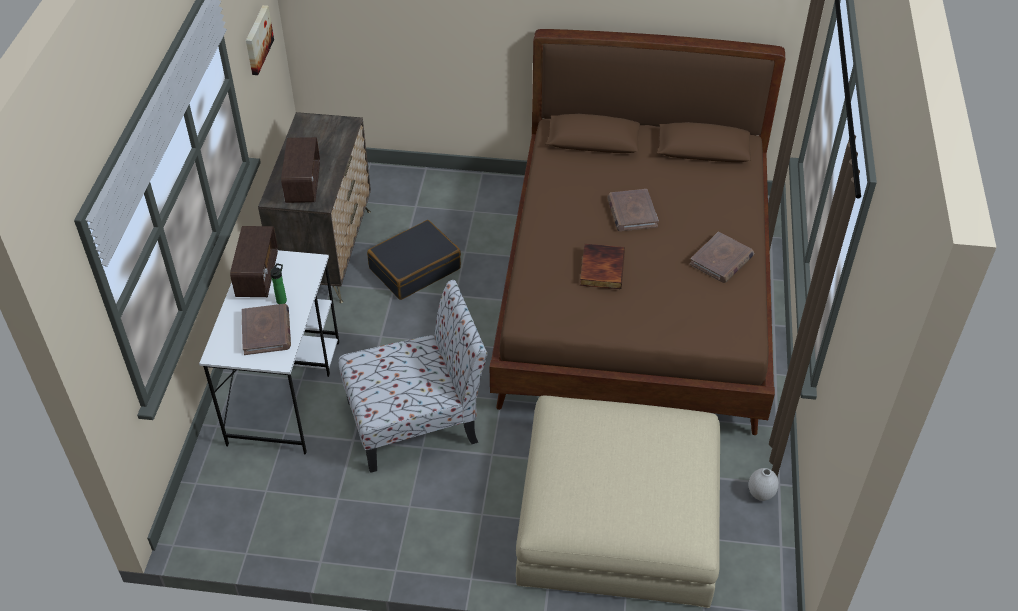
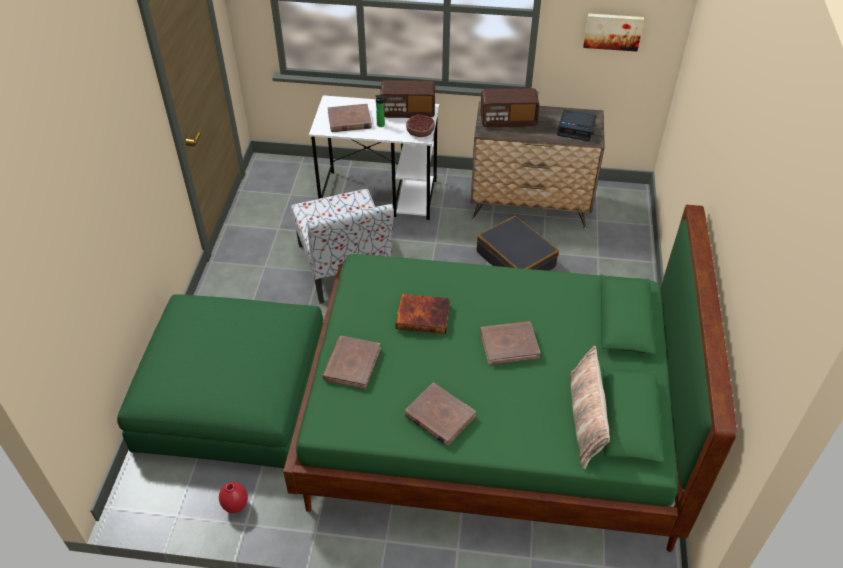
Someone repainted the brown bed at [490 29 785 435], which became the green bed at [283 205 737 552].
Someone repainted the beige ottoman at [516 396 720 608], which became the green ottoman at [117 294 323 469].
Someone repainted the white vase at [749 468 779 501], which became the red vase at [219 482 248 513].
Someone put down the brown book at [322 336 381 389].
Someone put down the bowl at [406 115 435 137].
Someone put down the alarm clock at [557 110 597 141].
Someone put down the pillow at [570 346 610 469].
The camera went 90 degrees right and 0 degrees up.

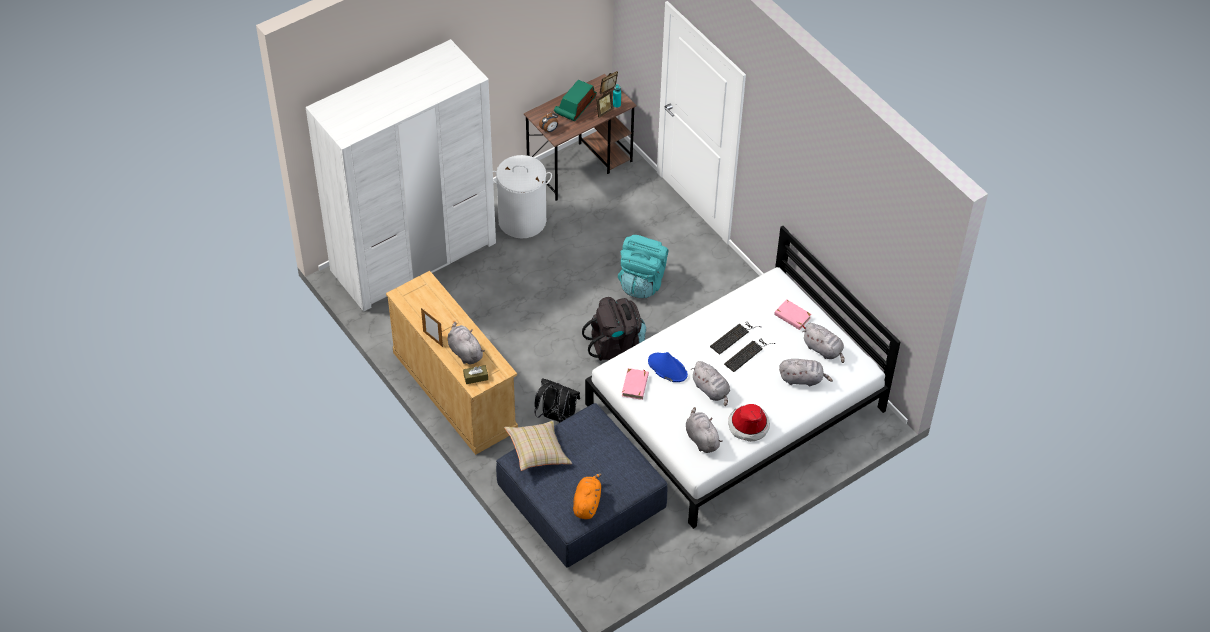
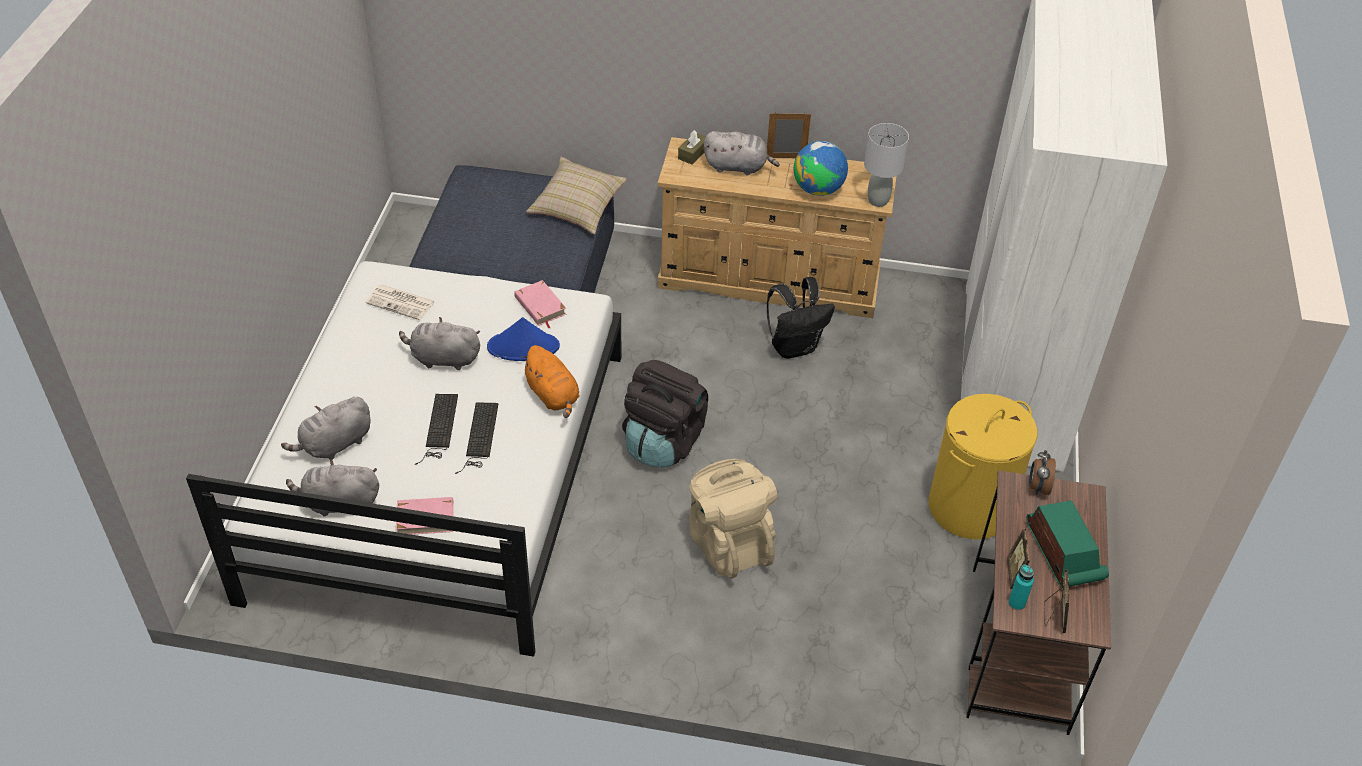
Someone repainted the white laundry basket at [493 155 552 239], which became the yellow laundry basket at [929 394 1037 539].
Someone carried the black backpack from [534 378 580 423] to [767 277 835 359].
Someone carried the orange plush toy from [573 473 602 519] to [521 345 580 418].
Someone repainted the turquoise backpack at [618 235 669 298], which became the beige backpack at [689 459 777 579].
Someone swapped the grey plush toy at [686 407 723 453] for the newspaper at [365 285 435 320].
Someone took away the hat at [728 404 770 442].
Someone put down the globe at [794 141 848 196].
Someone put down the grey table lamp at [864 123 909 207].
The camera went 135 degrees right and 5 degrees down.

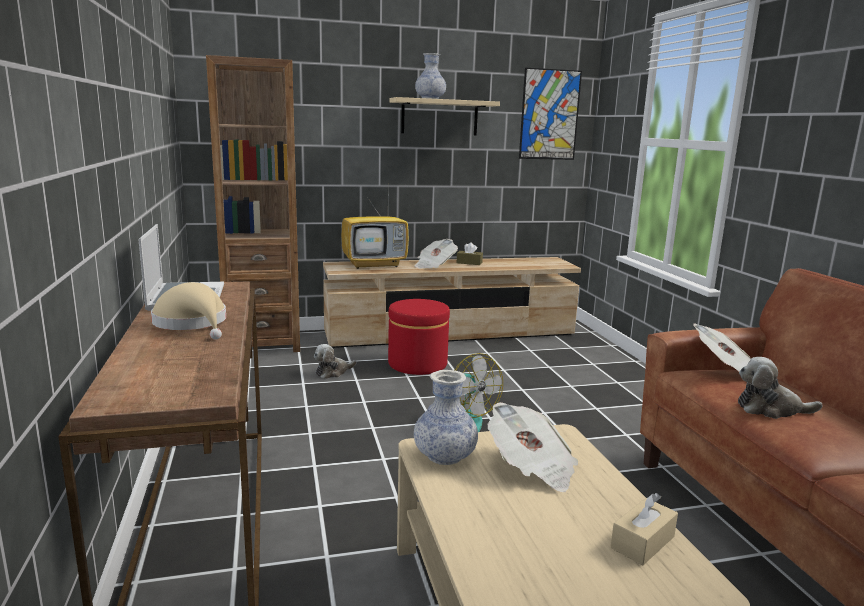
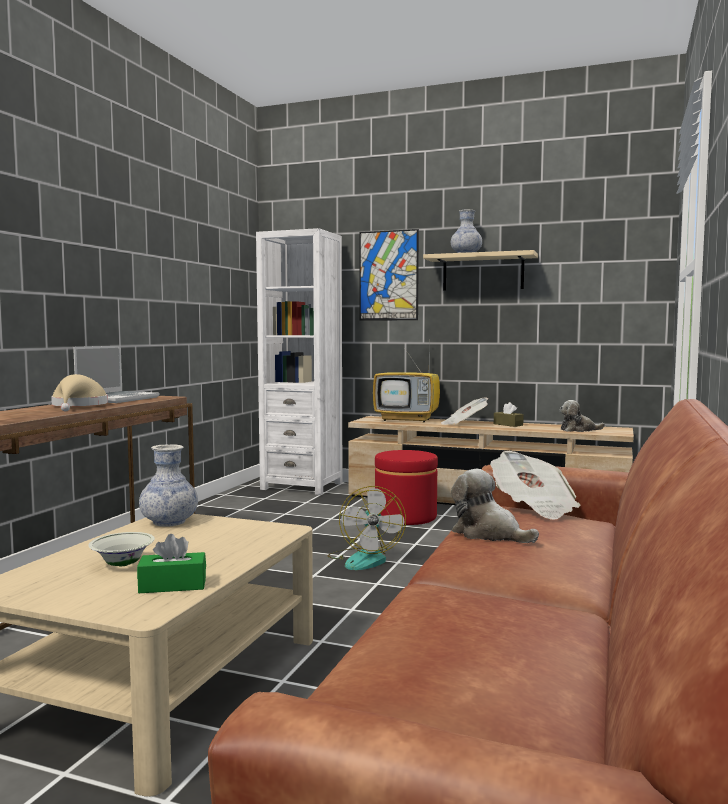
Someone repainted the brown bookcase at [206 55 300 352], which became the white bookcase at [256 228 342 495].
Someone carried the plush toy from [314 344 357 379] to [559 400 605 432].
Someone took away the newspaper at [487 402 579 492].
Someone carried the picture from [519 68 582 160] to [359 229 419 321].
Someone repainted the beige tissue box at [611 493 678 565], which became the green tissue box at [137 534 206 593].
Someone put down the white bowl at [88 532 155 566].
The camera went 35 degrees right and 10 degrees down.

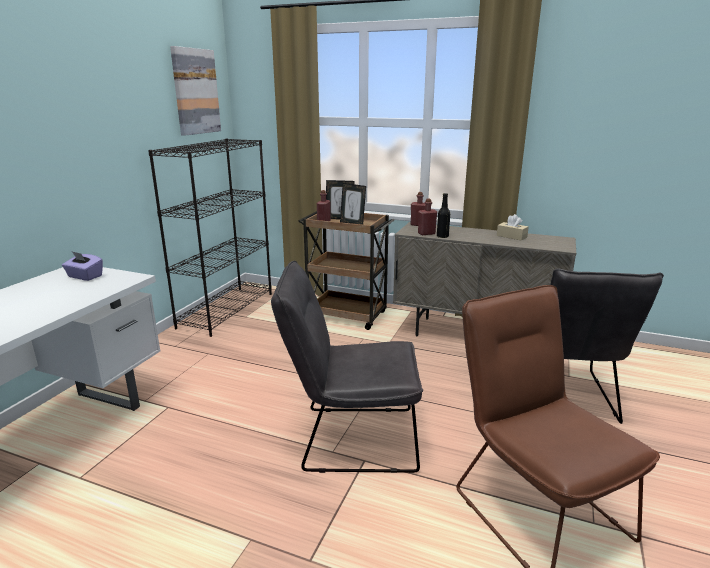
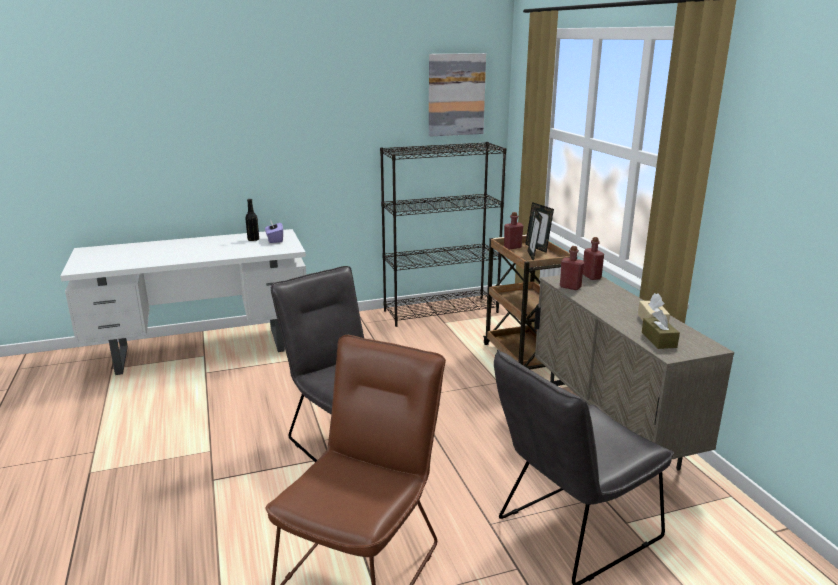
Someone carried the black bottle from [437 193 450 238] to [245 199 259 241].
Someone put down the brown tissue box at [642 310 680 349].
The camera went 50 degrees right and 0 degrees up.

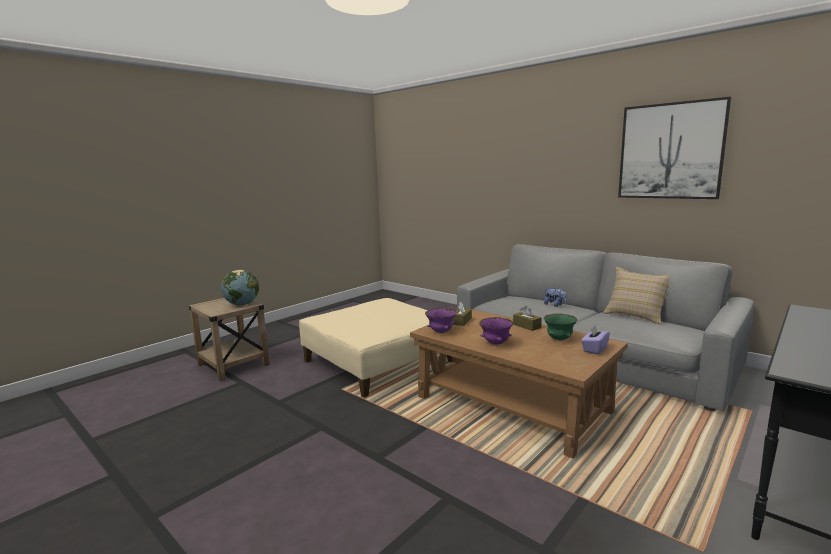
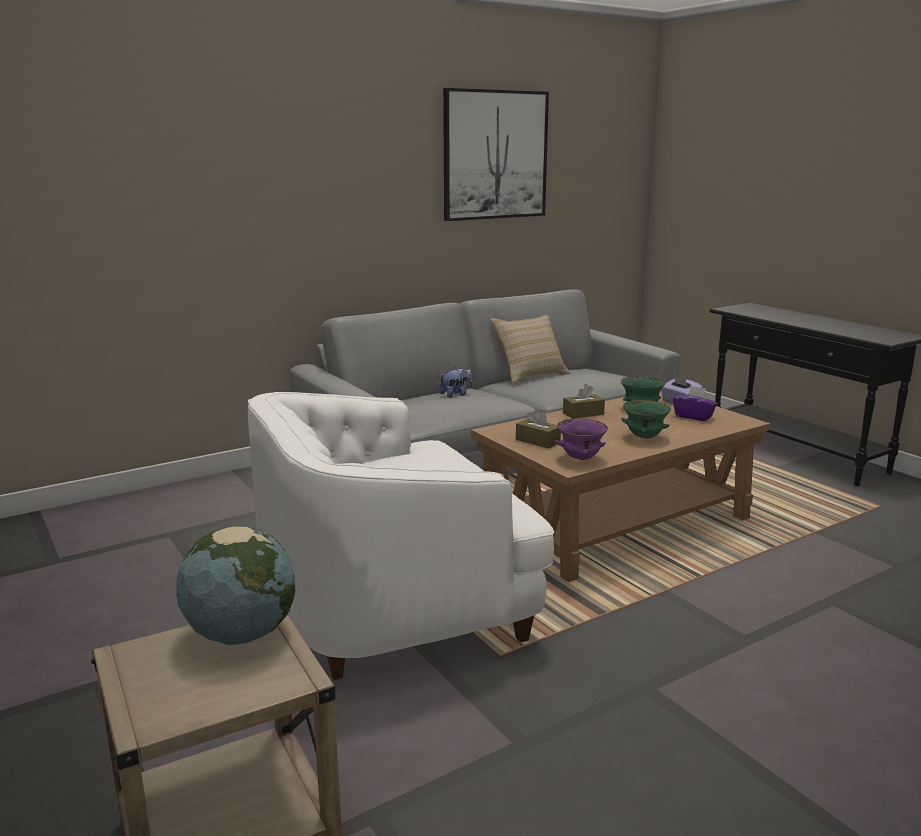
Someone swapped the beige ottoman at [299 298 453 398] for the white armchair at [248 392 555 680].
Someone repainted the purple bowl at [479 317 513 345], which became the green bowl at [621 400 671 439].
Someone put down the purple tissue box at [673 386 717 421].
The camera went 75 degrees left and 5 degrees up.

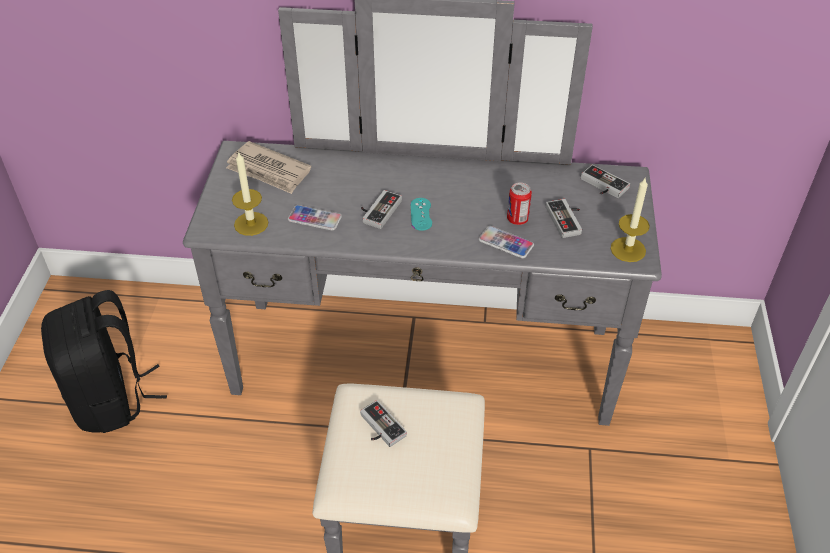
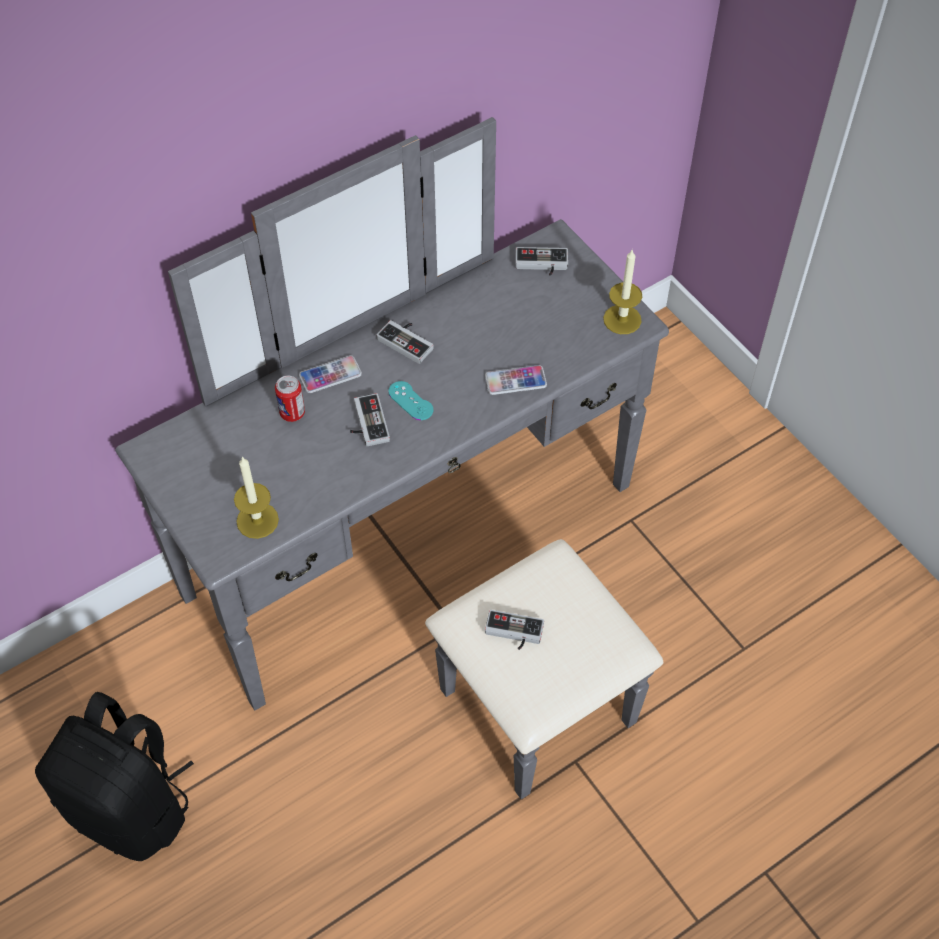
Someone took away the newspaper at [226 141 311 194].
Someone carried the phone from [288 205 342 231] to [299 355 362 393].
Someone carried the can from [507 183 532 225] to [275 376 305 422].
Someone carried the game controller from [546 199 582 238] to [377 320 433 364].
The camera went 40 degrees left and 10 degrees up.

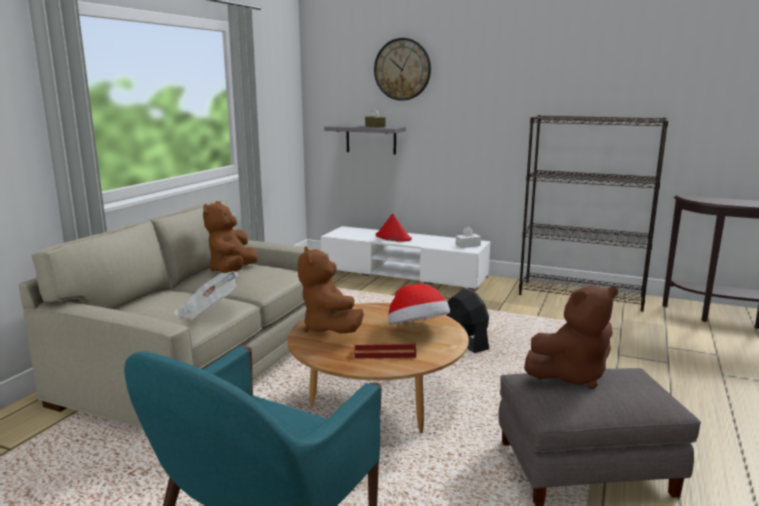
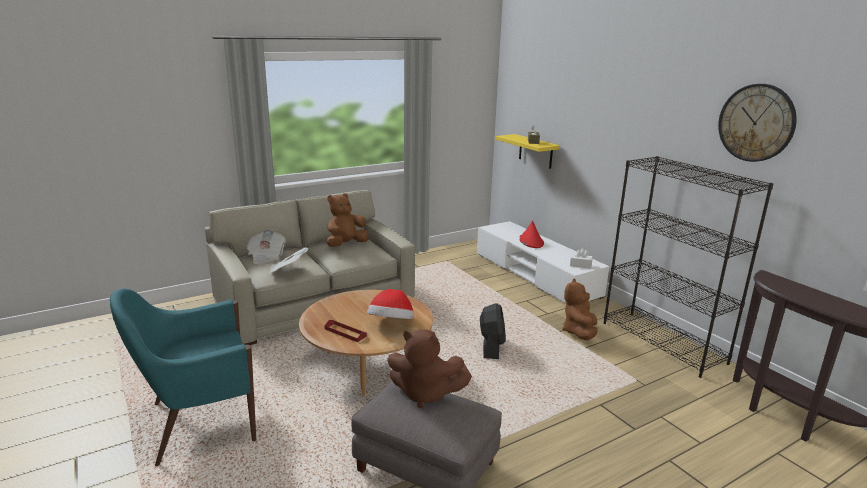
Someone carried the brown plush toy from [298 246 364 333] to [562 279 597 340].
Someone repainted the grey shelf at [324 125 406 155], which became the yellow shelf at [495 134 560 169].
Someone carried the wall clock from [374 38 431 101] to [718 84 797 162].
Someone put down the newspaper at [246 229 286 265].
The camera went 35 degrees right and 5 degrees up.

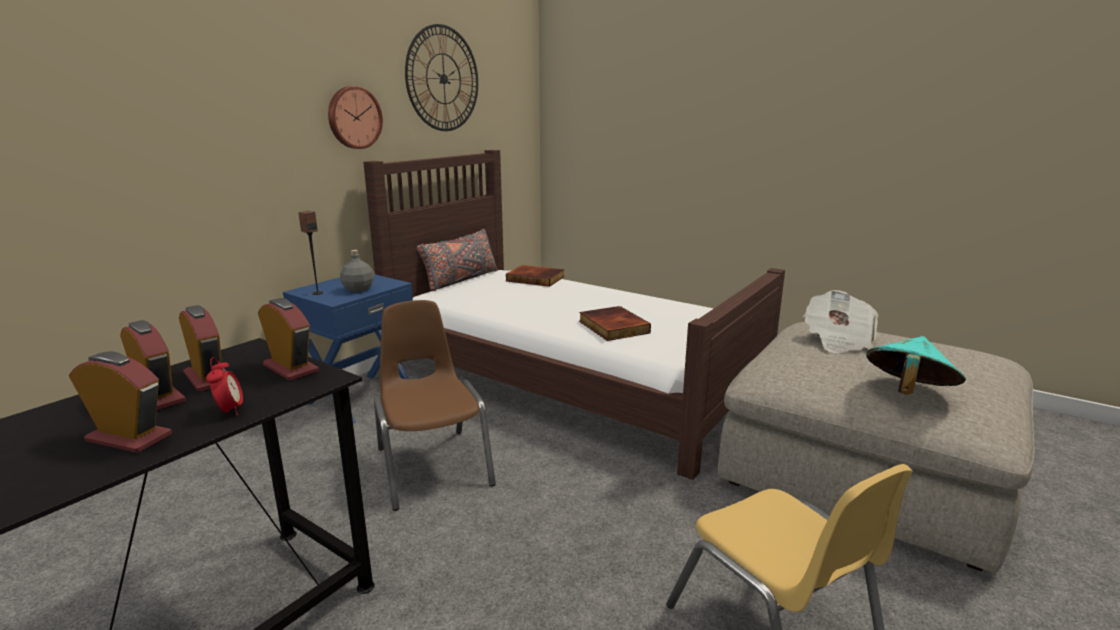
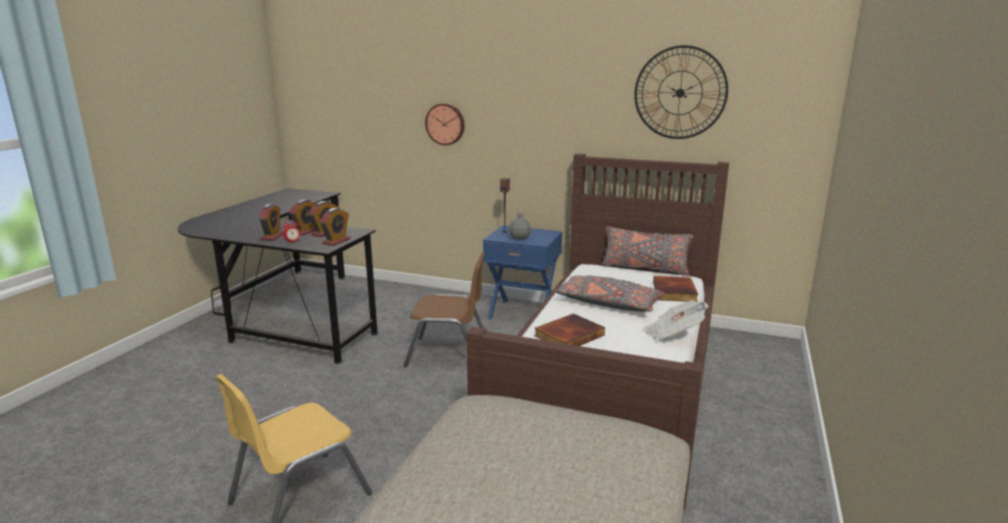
Someone carried the wall clock from [328 86 383 149] to [425 103 465 146].
Someone rotated the brown chair at [374 300 496 511] by 45 degrees clockwise.
Someone carried the newspaper from [803 290 878 353] to [643 300 709 341].
Someone took away the turquoise hat at [866 336 966 395].
Someone put down the grey pillow at [555 275 665 312].
The camera went 75 degrees right and 0 degrees up.

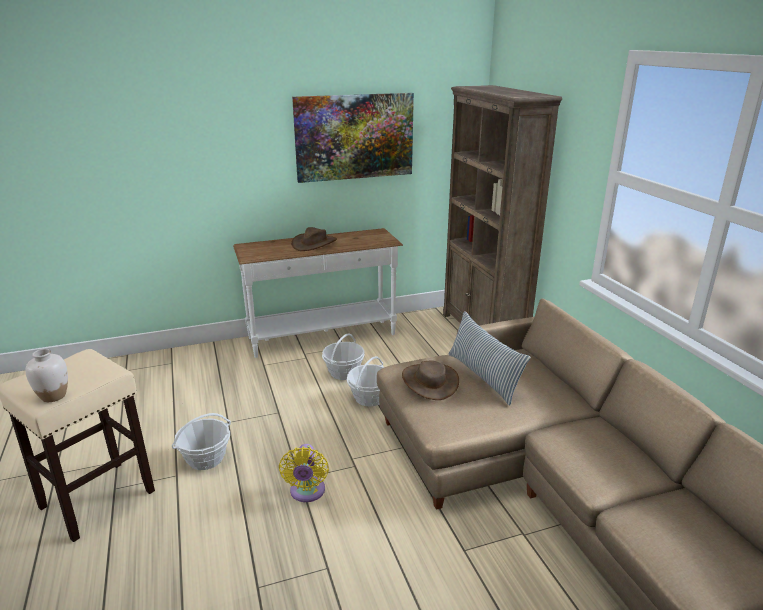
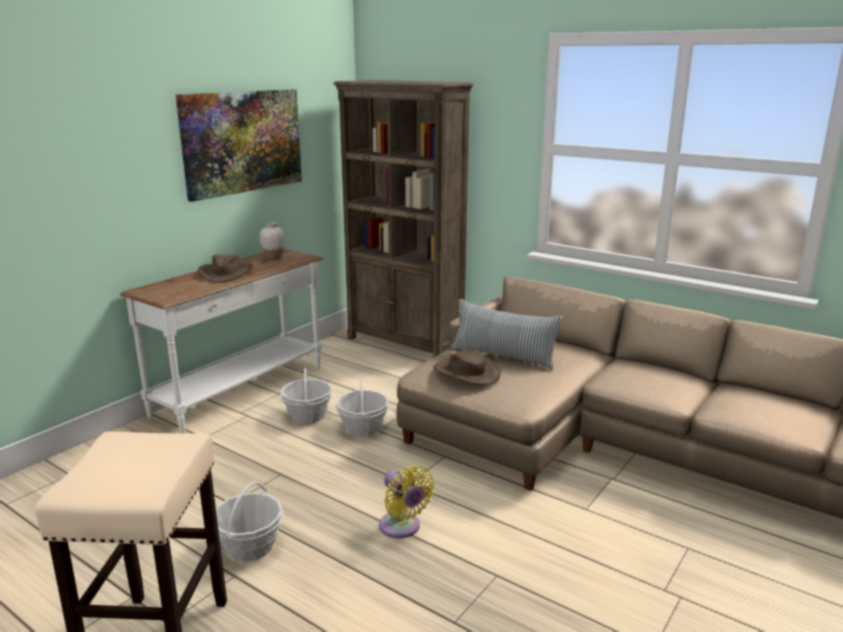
Someone carried the white vase from [26 349 68 402] to [260 222 285 259].
The camera went 35 degrees left and 5 degrees down.

